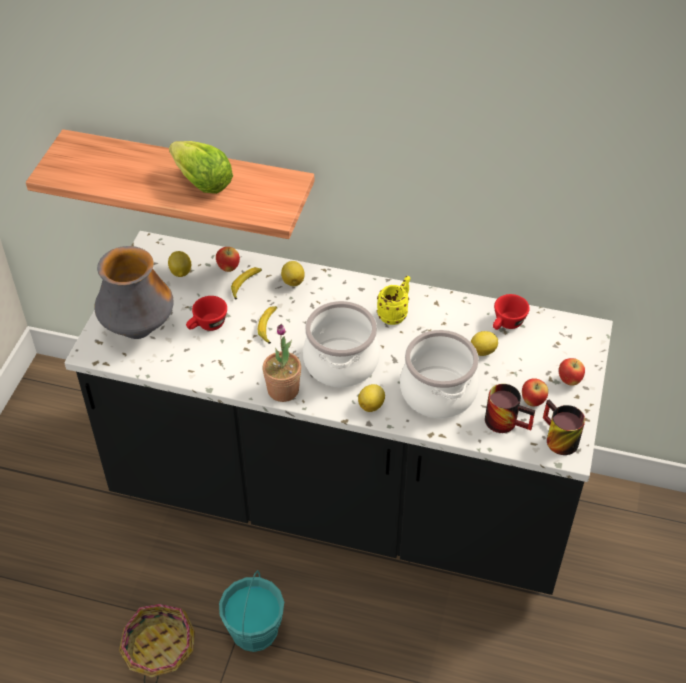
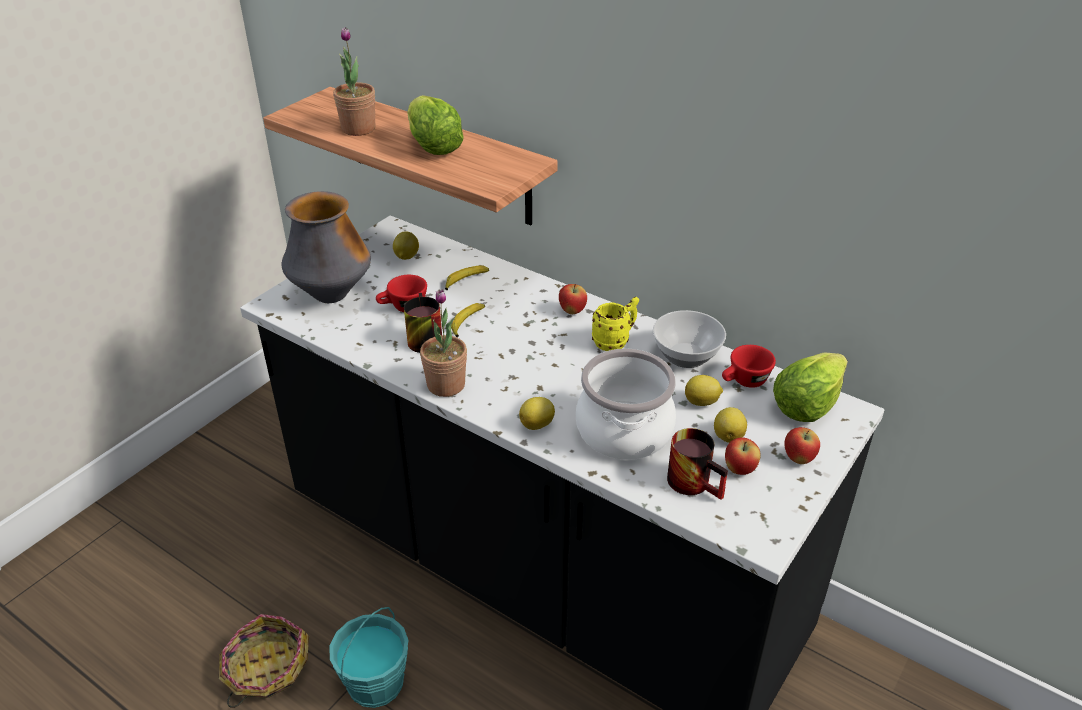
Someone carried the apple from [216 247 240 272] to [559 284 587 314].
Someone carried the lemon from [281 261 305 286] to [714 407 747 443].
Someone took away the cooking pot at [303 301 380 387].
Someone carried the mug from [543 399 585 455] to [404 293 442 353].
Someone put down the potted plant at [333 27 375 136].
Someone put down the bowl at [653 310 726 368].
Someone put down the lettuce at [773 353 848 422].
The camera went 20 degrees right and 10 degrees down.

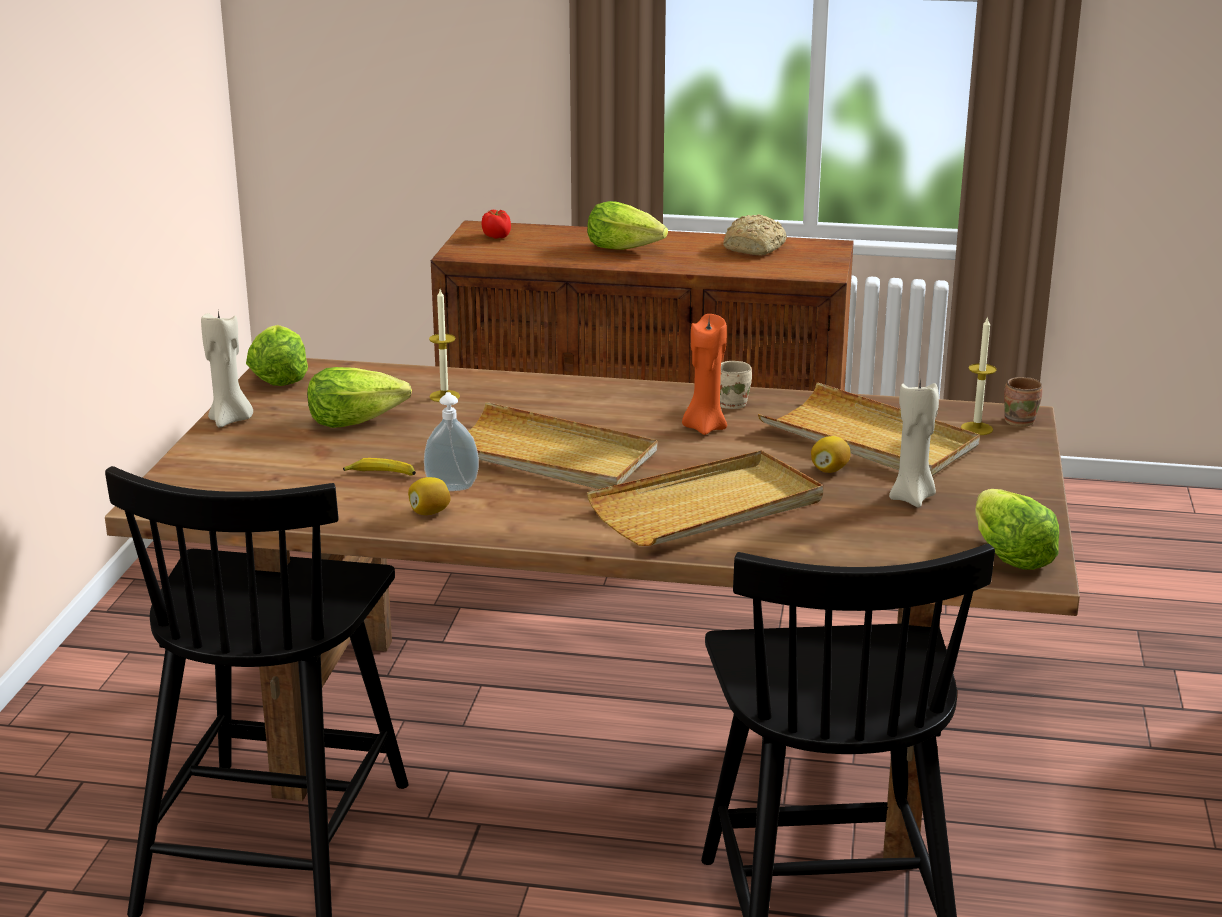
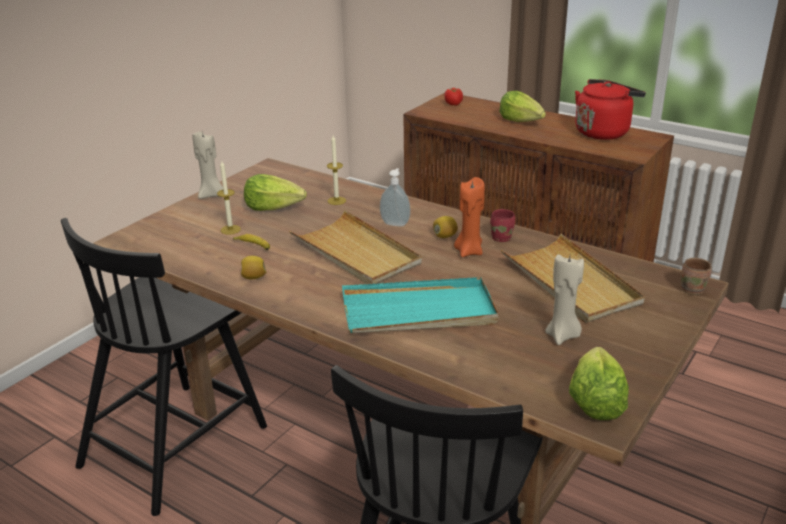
Someone took away the lettuce at [246 325 308 386].
Someone carried the soap dispenser from [424 392 479 491] to [380 168 410 226].
Someone repainted the beige tray at [587 450 823 546], which became the turquoise tray at [342 277 499 333].
Someone repainted the beige mug at [720 361 752 409], which became the red mug at [490 209 515 242].
Someone swapped the bread at [723 214 787 256] for the red kettle at [575 79 646 140].
Someone carried the lemon from [811 436 851 473] to [433 216 458 238].
Someone carried the candle from [961 316 997 435] to [217 161 241 235].
The camera went 25 degrees right and 5 degrees up.

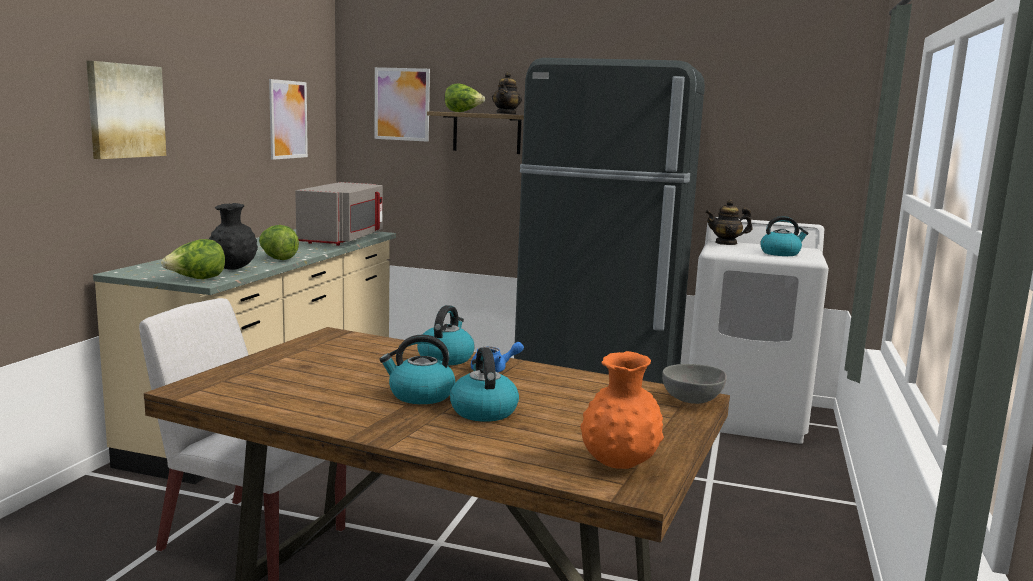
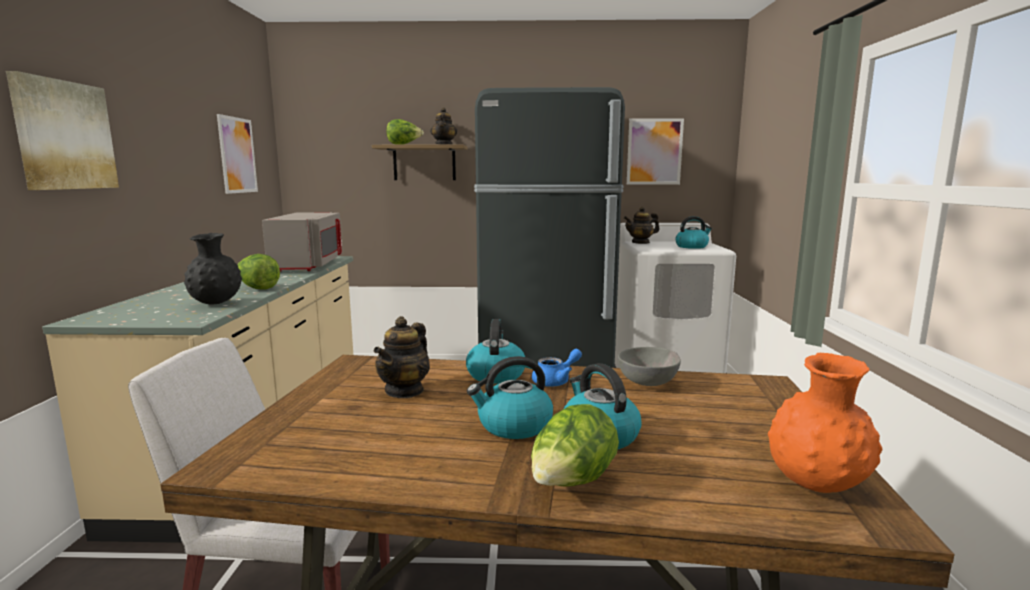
Someone carried the lettuce from [161 239 225 279] to [531 404 619 487].
Someone carried the picture from [375 67 430 142] to [627 118 684 185].
Someone carried the grey bowl from [662 364 727 404] to [618 347 681 386].
Someone put down the teapot at [374 316 430 398].
The camera went 15 degrees left and 0 degrees up.

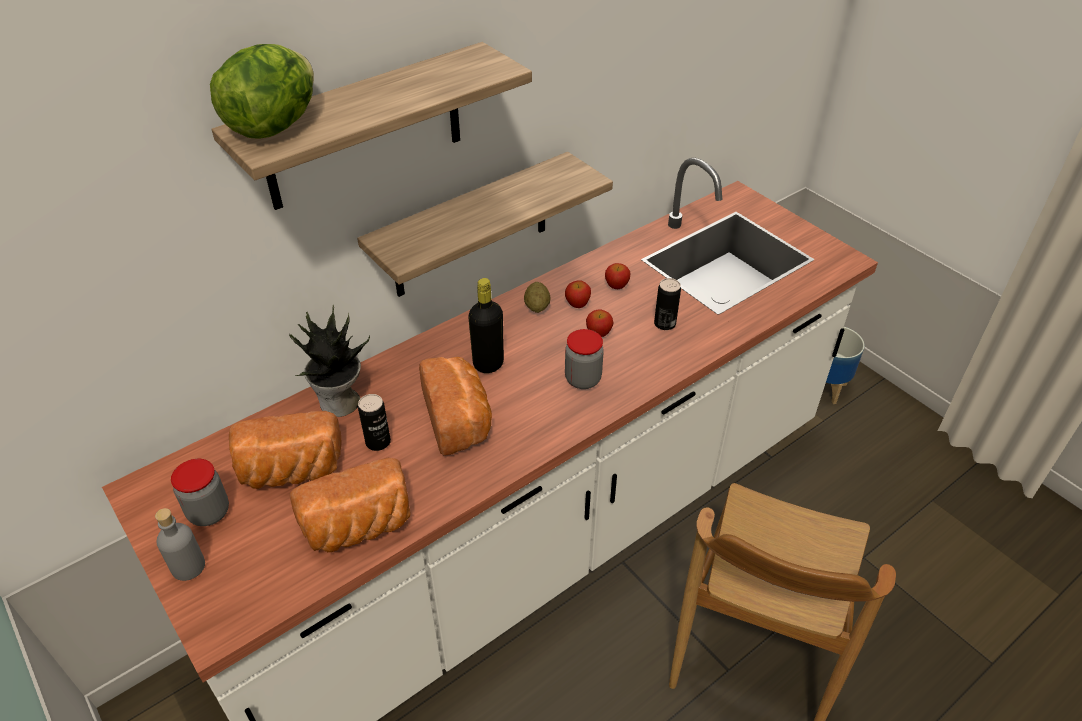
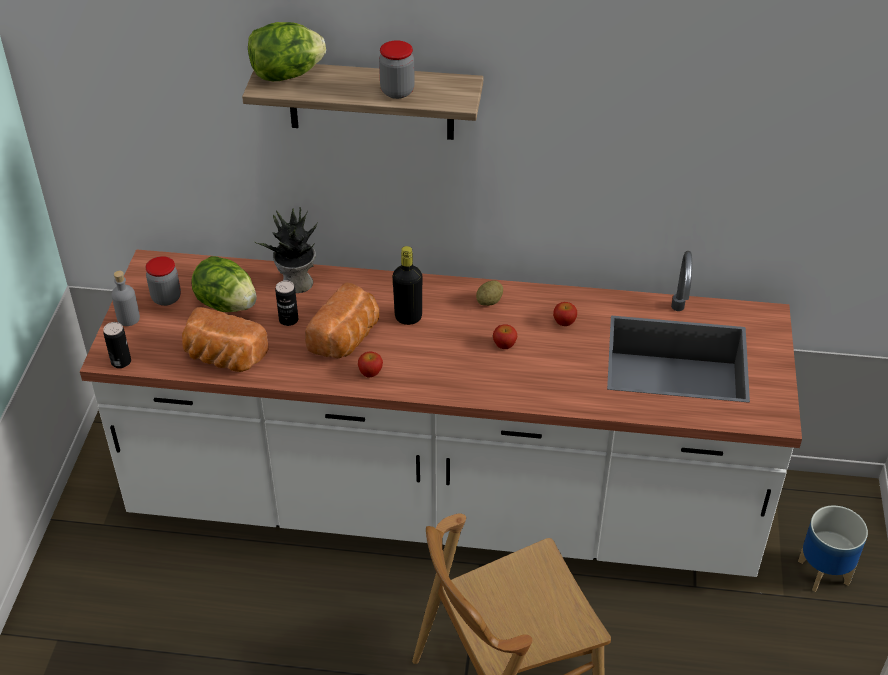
Someone swapped the bread at [229 411 341 489] for the lettuce at [192 256 257 312].
Someone took away the shelf at [357 152 613 297].
Someone carried the apple from [565 280 591 308] to [358 351 383 377].
Someone carried the jar from [565 329 604 389] to [379 40 415 99].
Someone carried the can from [654 278 681 330] to [103 322 131 368].
The camera went 45 degrees right and 0 degrees up.

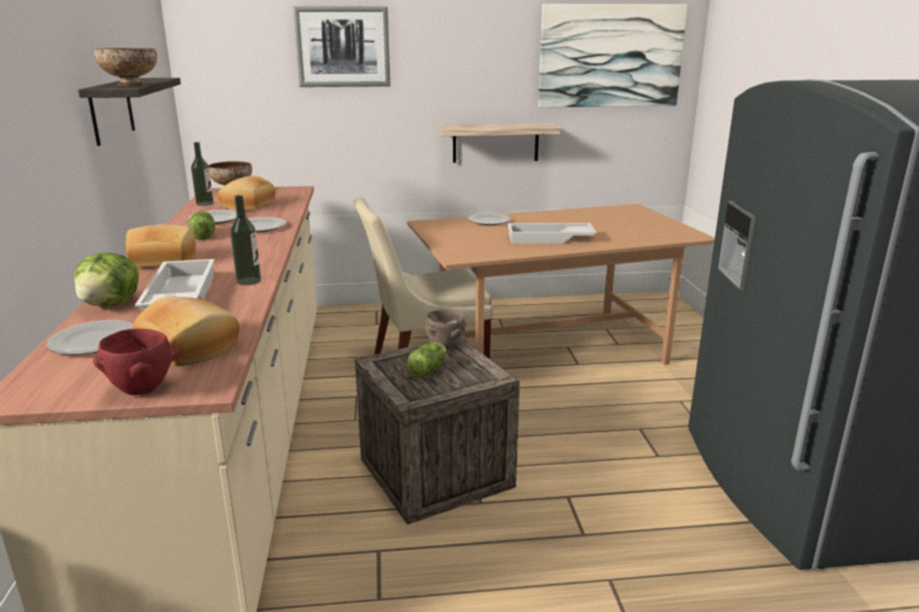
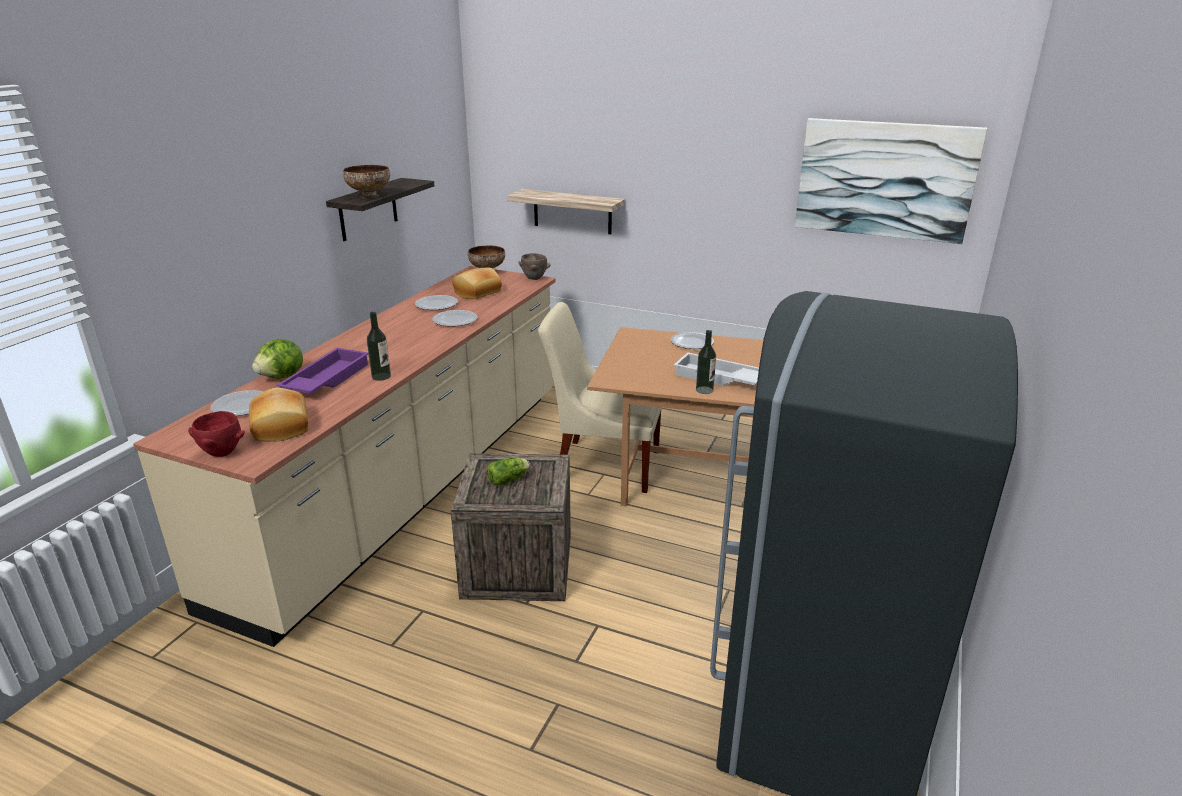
Someone took away the bread at [126 224 196 267].
Someone repainted the white tray at [135 259 215 310], which became the purple tray at [276 348 368 394].
Someone took away the lettuce at [187 211 215 240].
Someone carried the bottle from [191 142 214 206] to [696 330 716 394].
Someone took away the picture at [293 6 390 87].
Someone carried the brown bowl from [425 310 467 350] to [519 253 551 280].
Someone carried the shelf from [439 124 560 163] to [507 189 625 234].
The camera went 30 degrees right and 5 degrees up.

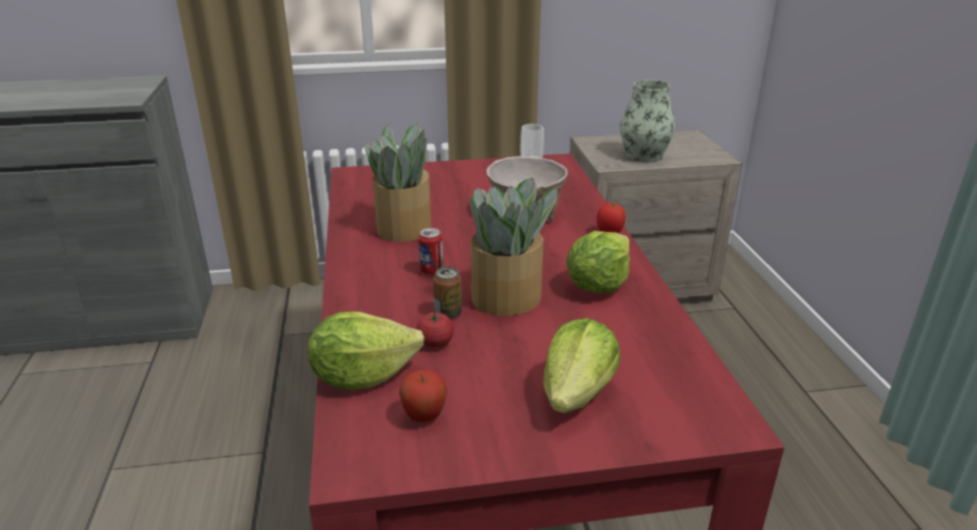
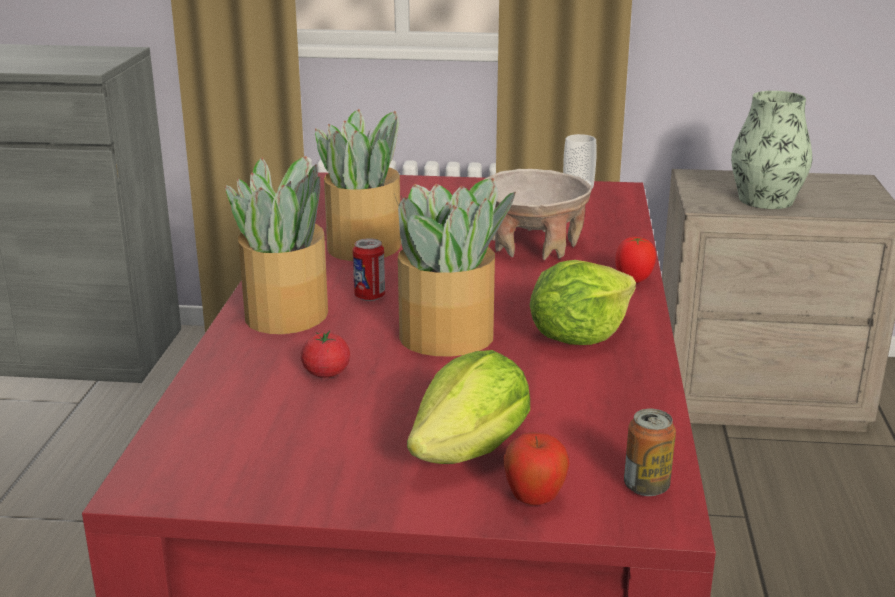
Someone took away the lettuce at [307 312 425 390].
Someone carried the apple from [399 370 447 422] to [504 432 570 505].
Someone carried the can from [433 267 462 319] to [624 408 676 496].
Someone put down the potted plant at [225 156 328 334].
The camera went 15 degrees right and 5 degrees down.

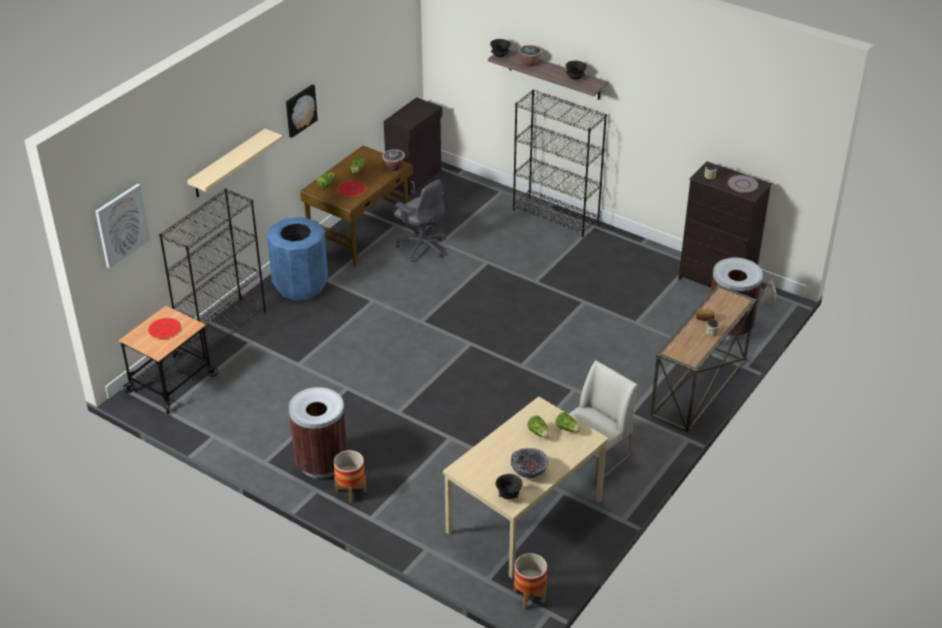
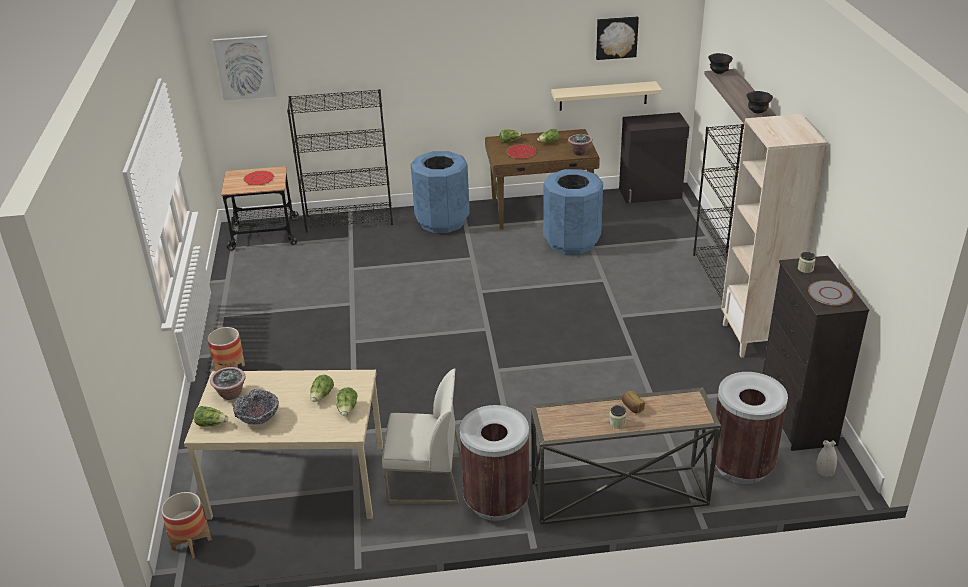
Someone carried the beige shelf from [187 129 283 198] to [551 81 662 111].
Someone carried the picture from [286 84 318 138] to [596 17 639 60].
Someone carried the brown trash can from [289 387 347 479] to [459 405 529 521].
Someone swapped the grey office chair at [394 179 446 262] for the blue trash can at [543 169 603 255].
Someone swapped the black bowl at [496 474 523 499] for the lettuce at [194 406 228 427].
Someone carried the potted plant from [518 45 542 66] to [210 367 246 400].
Someone put down the beige bookcase at [721 114 828 358].
The camera went 50 degrees right and 5 degrees down.

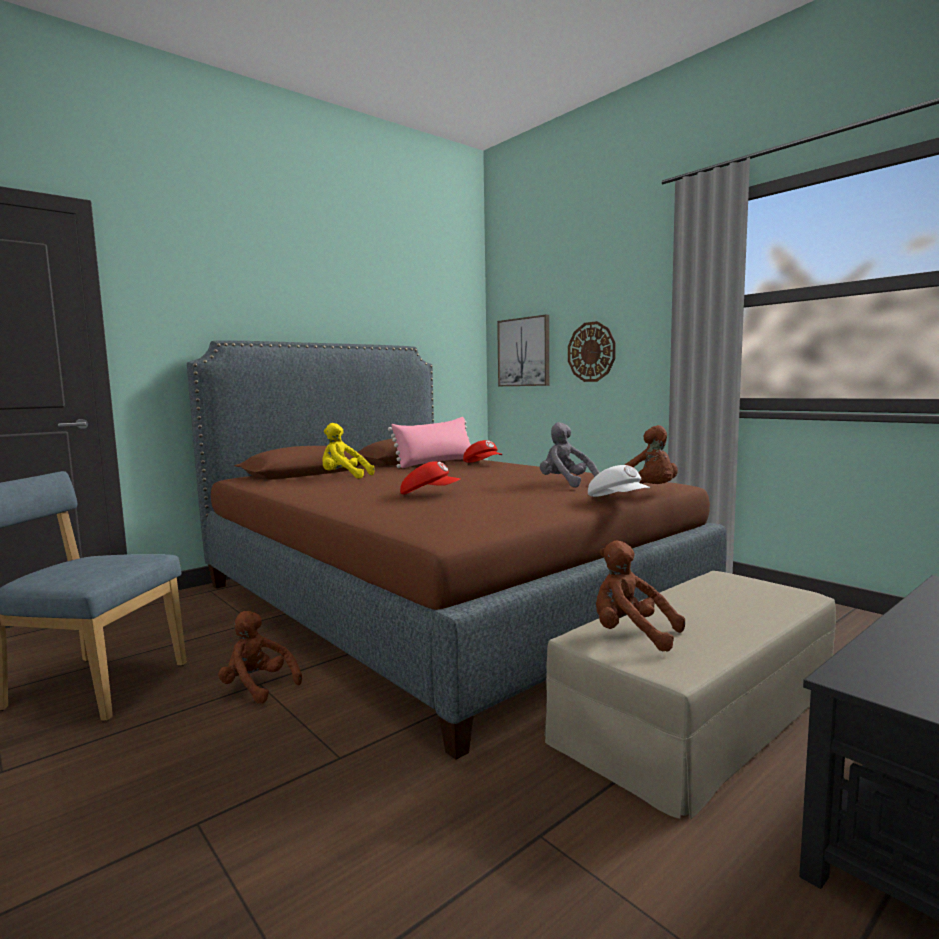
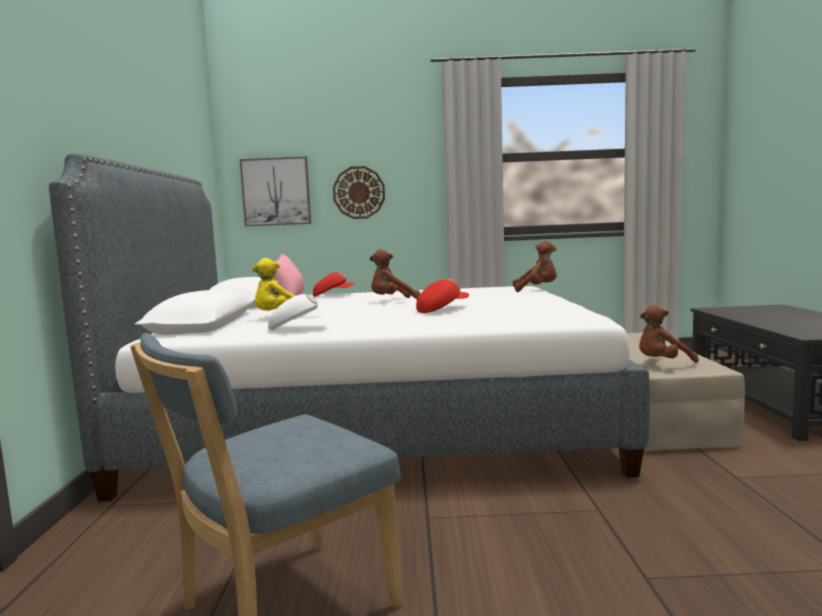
Someone repainted the brown bed at [187 340 727 760], which became the white bed at [49 154 650 502].
Someone carried the brown plush toy from [218 611 302 704] to [370 249 420 300].
Someone took away the grey plush toy at [540 422 600 488].
Someone carried the white cap from [588 465 650 497] to [268 294 331 330].
The camera went 50 degrees left and 0 degrees up.

